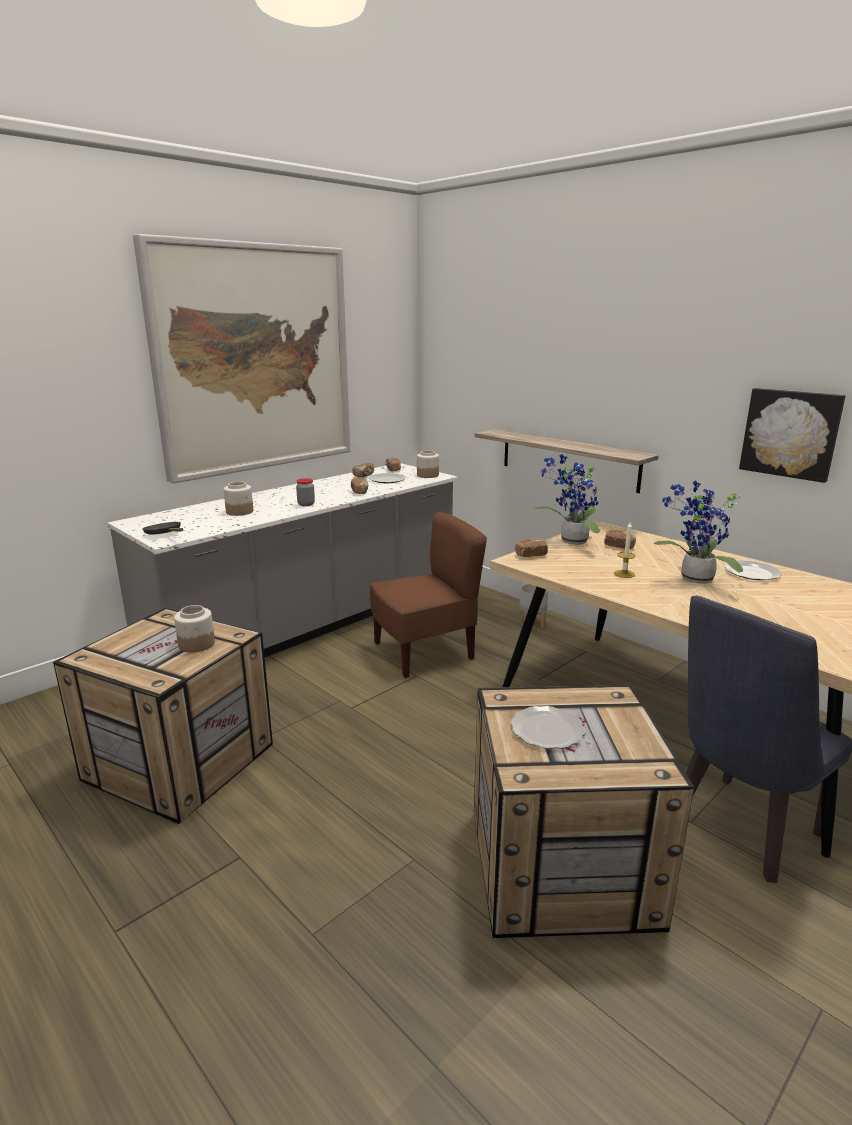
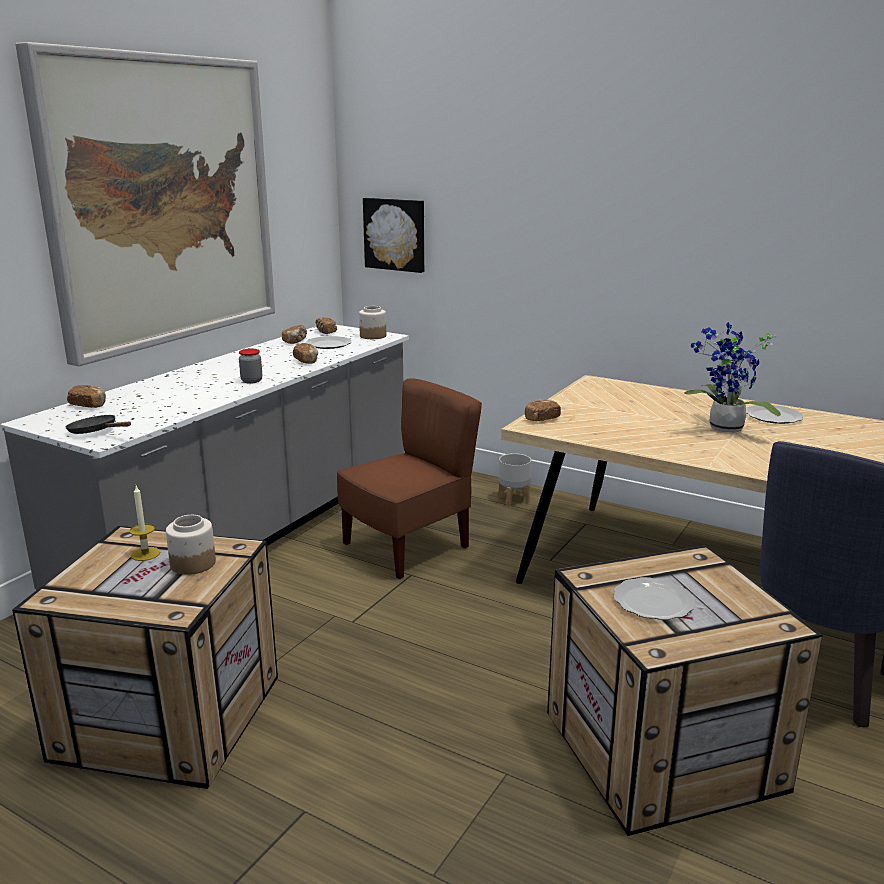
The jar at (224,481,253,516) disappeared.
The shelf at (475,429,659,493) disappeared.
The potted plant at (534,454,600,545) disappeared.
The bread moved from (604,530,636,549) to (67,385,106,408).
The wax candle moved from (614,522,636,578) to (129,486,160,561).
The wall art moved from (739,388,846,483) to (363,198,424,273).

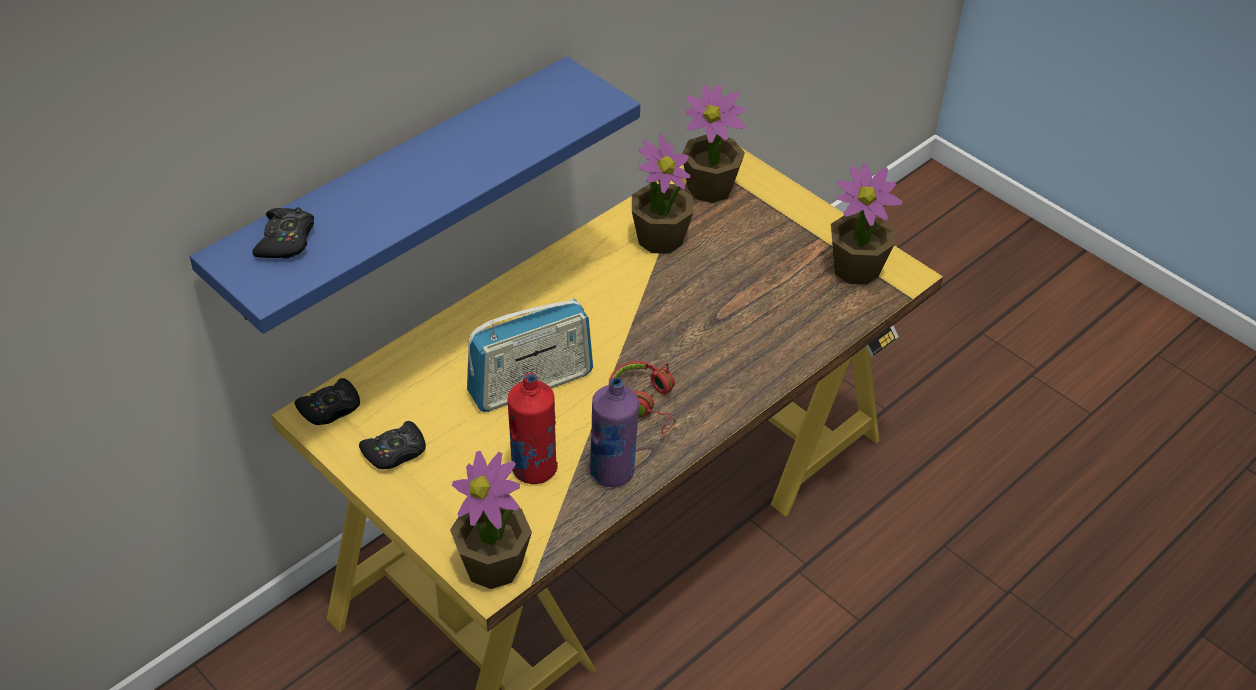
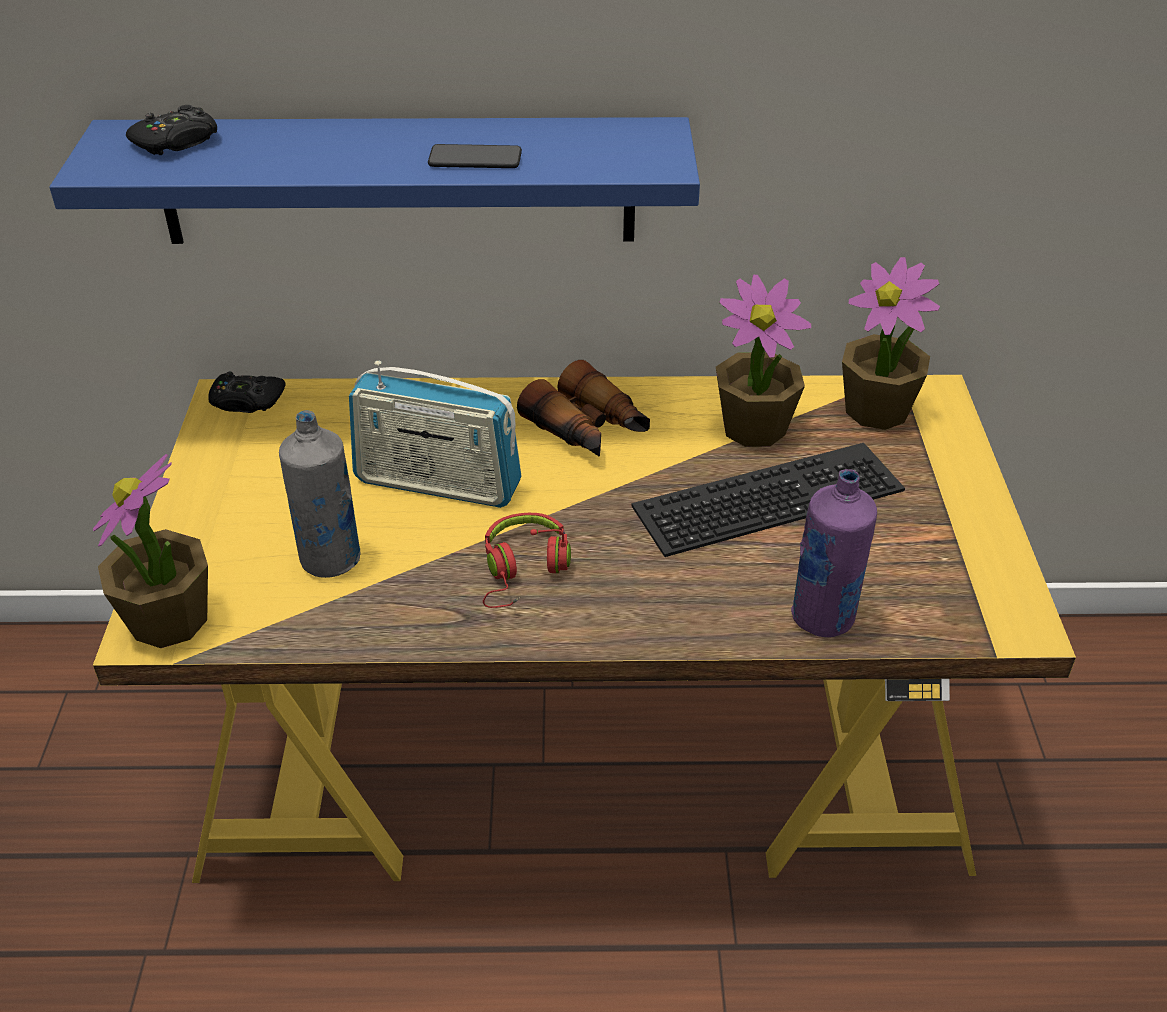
The blackish game controller at (359,421,426,469) disappeared.
The potted plant at (831,163,902,285) disappeared.
The handset at (428,144,522,168) appeared.
The binoculars at (517,360,650,457) appeared.
The computer keyboard at (632,443,905,557) appeared.
The purple beverage bottle moved from (589,377,639,487) to (791,469,877,637).
The red beverage bottle at (508,373,558,484) became the gray beverage bottle at (279,410,361,578).

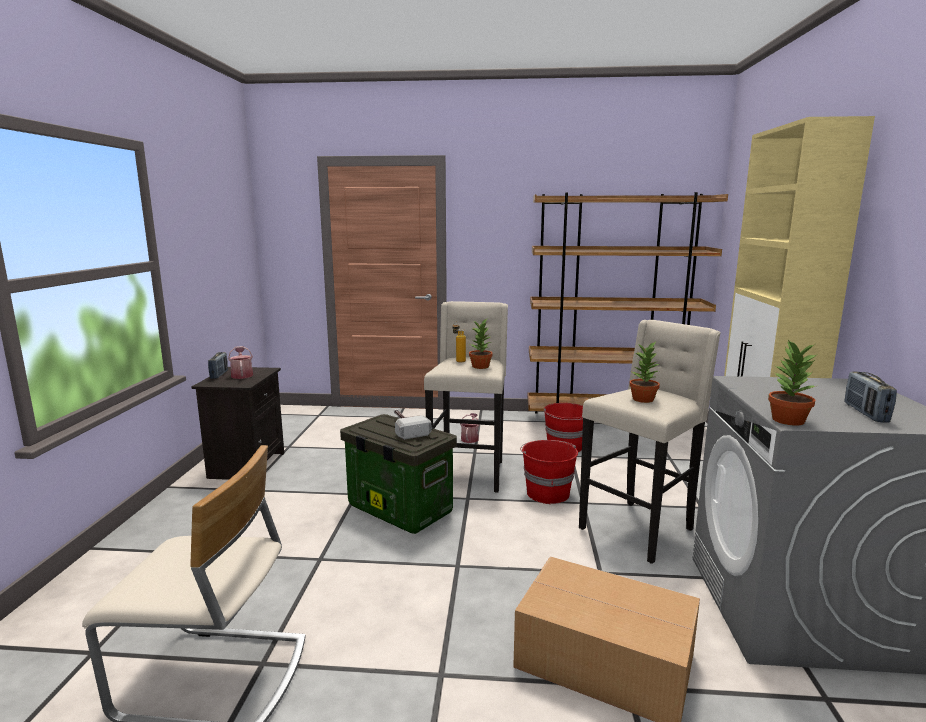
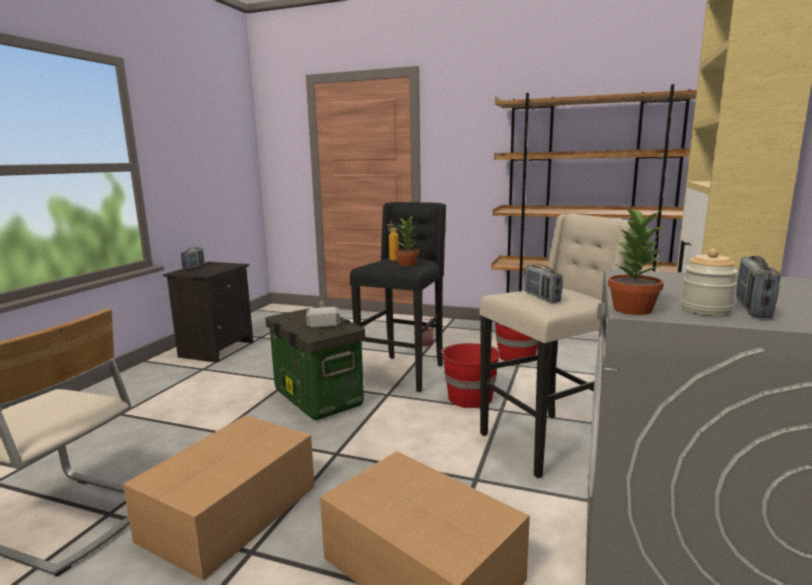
The sprinkling can at (228,346,253,379) disappeared.
The carton at (123,415,315,581) appeared.
The jar at (681,249,738,316) appeared.
The potted plant at (629,343,660,403) was replaced by the radio at (525,265,563,303).
The beige stool seat at (424,301,508,493) became the blackish stool seat at (350,202,446,392).

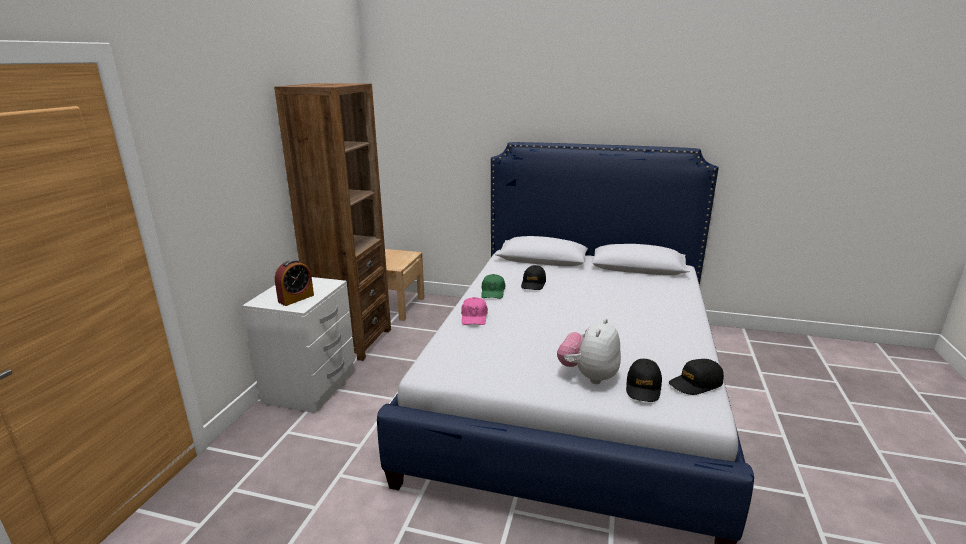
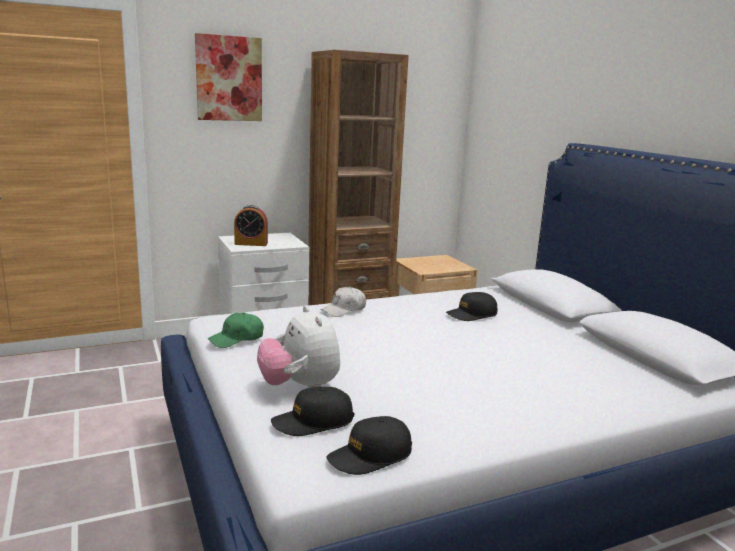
The wall art at (195,33,262,121) appeared.
The green-coloured peaked cap moved from (481,274,505,299) to (208,312,264,348).
The pinkish peaked cap at (461,297,488,325) became the whitish peaked cap at (320,287,366,317).
The plush toy at (557,318,621,384) turned 105 degrees counterclockwise.
The blackish peaked cap at (669,359,724,395) turned 60 degrees counterclockwise.

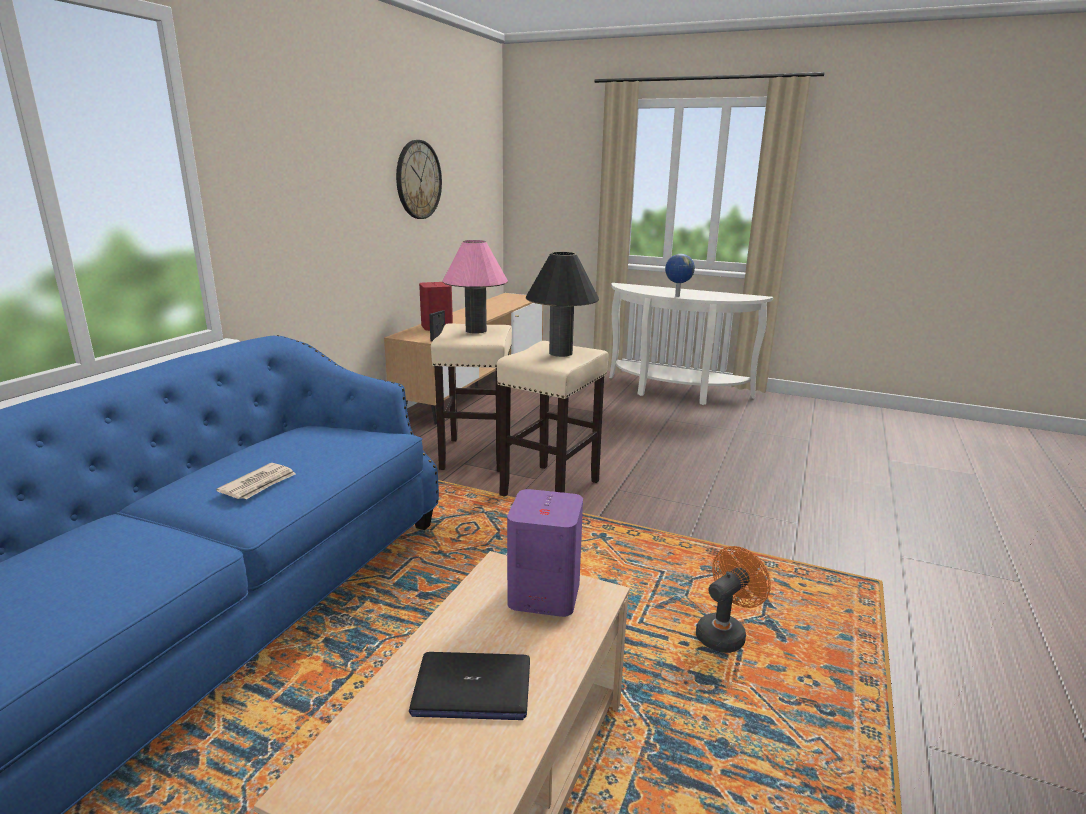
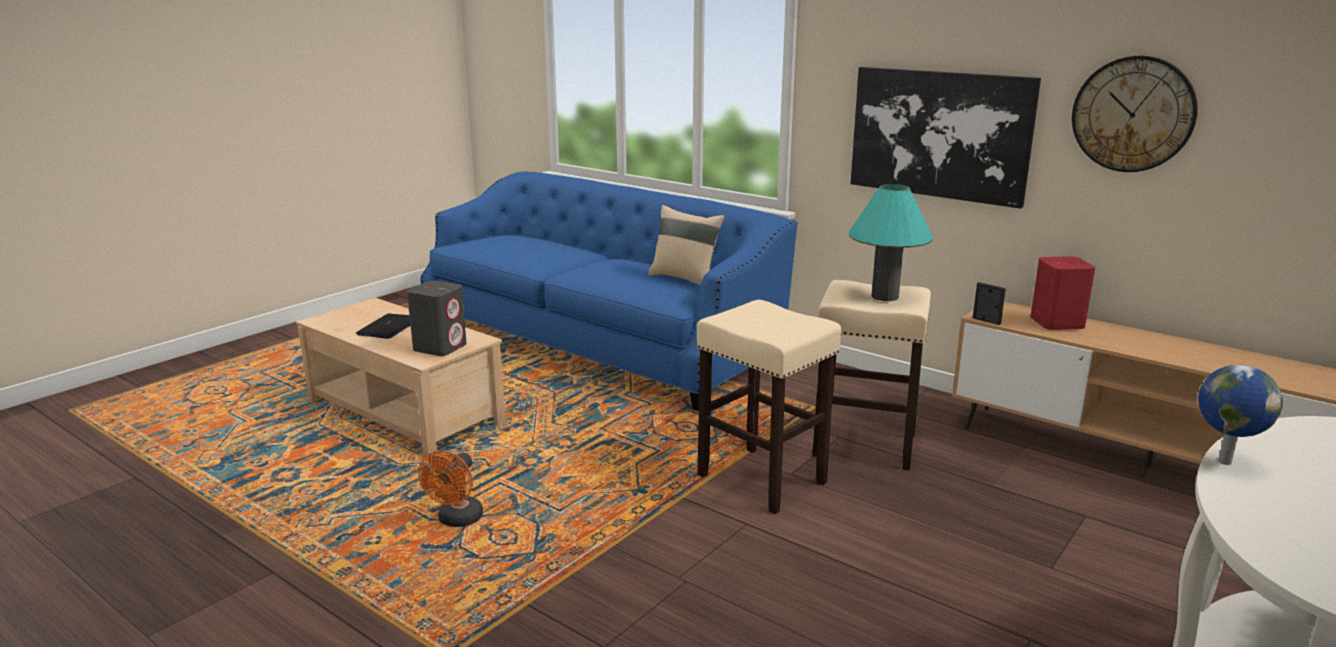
The daily paper at (216,463,296,499) disappeared.
The blackish table lamp at (526,252,599,357) disappeared.
The beige throw pillow at (648,205,725,285) appeared.
The wall art at (850,67,1041,209) appeared.
The pinkish table lamp at (442,240,508,334) became the turquoise table lamp at (849,184,933,301).
The purple loudspeaker at (507,489,583,617) became the gray loudspeaker at (407,280,467,356).
The orange-coloured fan at (696,546,771,653) turned 45 degrees clockwise.

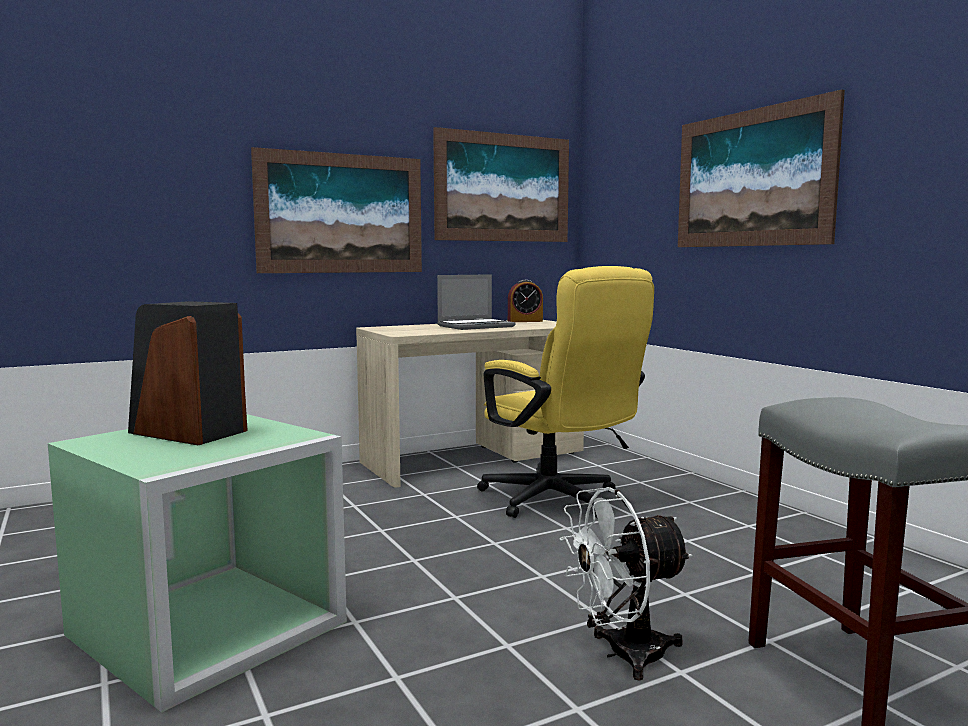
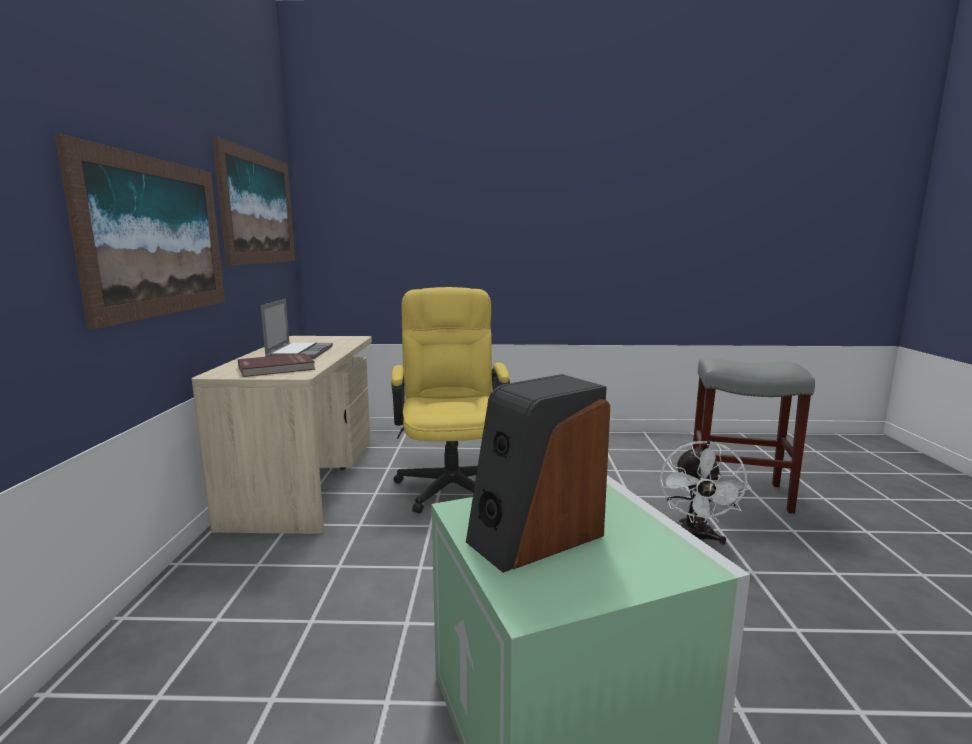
The table clock at (508,280,543,322) disappeared.
The wall art at (678,90,845,247) disappeared.
The red volume at (238,353,315,377) appeared.
The yellow desk chair at (477,266,654,518) turned 90 degrees counterclockwise.

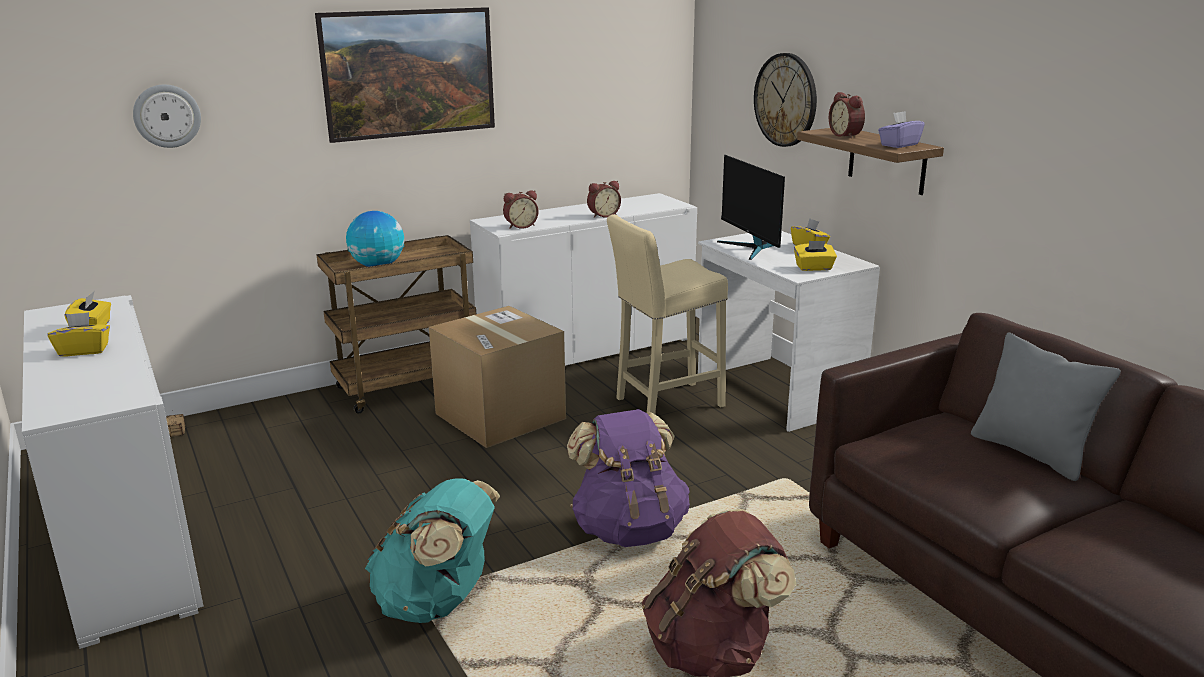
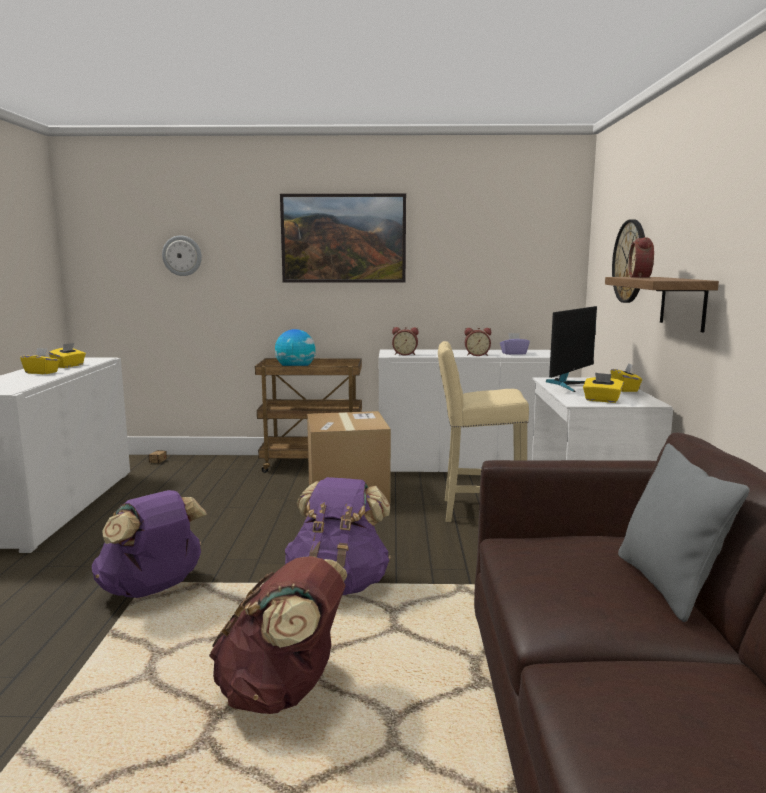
The purple box of tissues moved from (878,111,925,148) to (500,333,530,355).
The turquoise backpack at (365,478,500,623) became the purple backpack at (92,490,207,598).
The computer screen at (717,155,785,260) turned 150 degrees counterclockwise.

